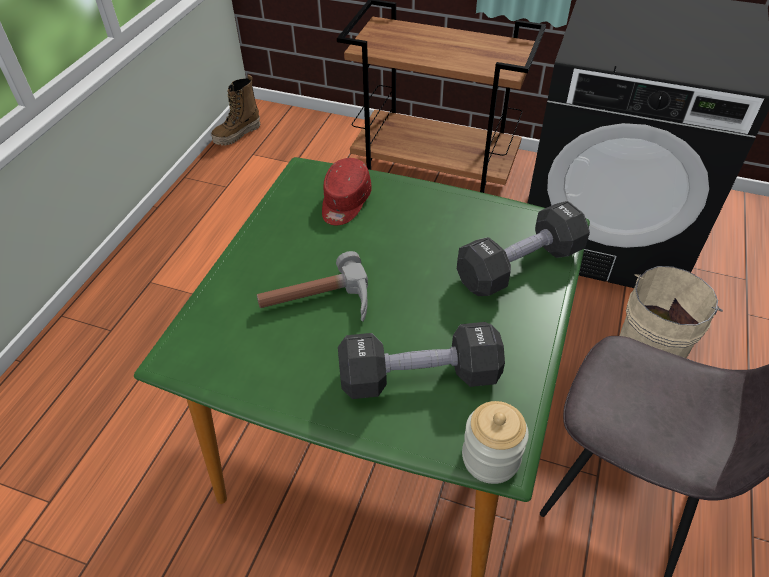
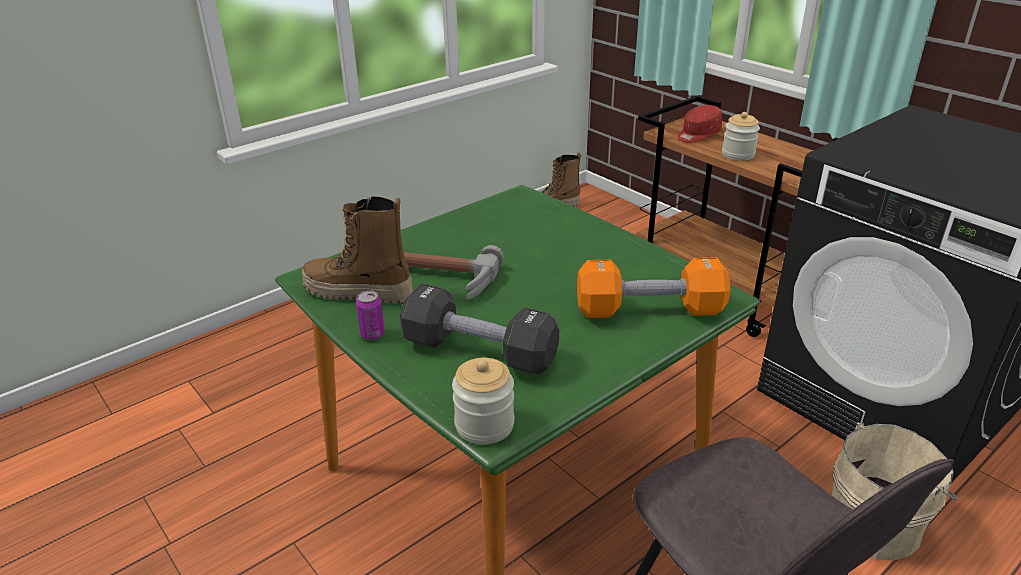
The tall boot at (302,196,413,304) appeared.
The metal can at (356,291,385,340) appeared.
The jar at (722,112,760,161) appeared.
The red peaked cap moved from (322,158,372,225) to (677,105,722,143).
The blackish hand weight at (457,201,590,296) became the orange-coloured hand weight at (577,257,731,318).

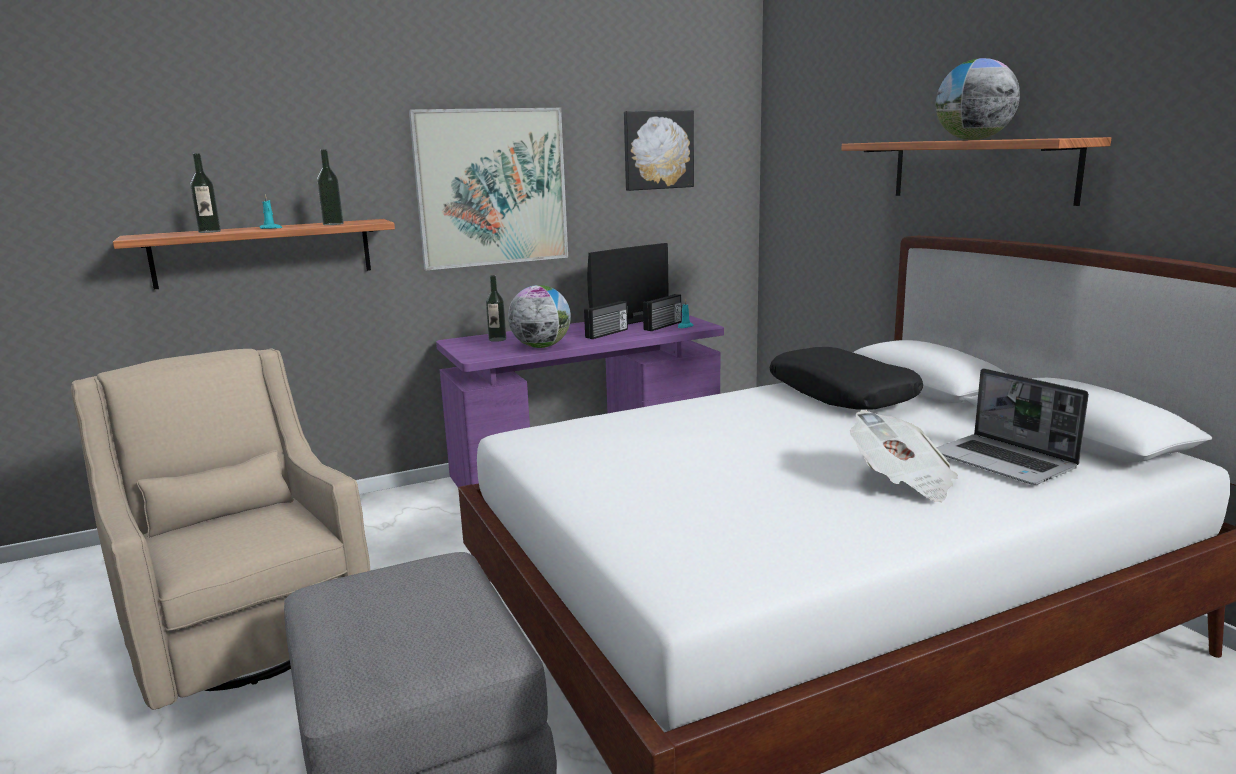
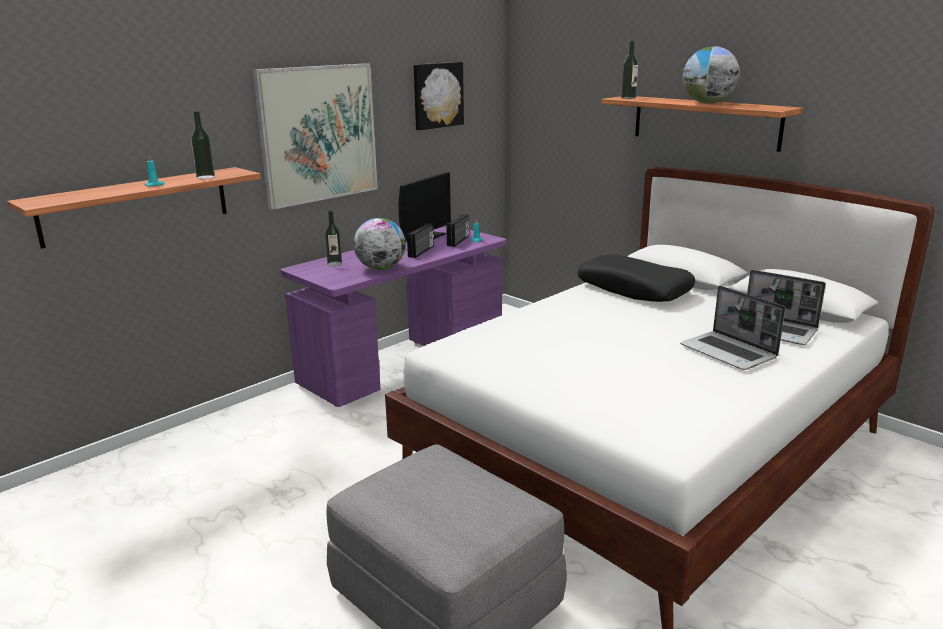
The beige armchair at (71,348,370,710) disappeared.
The beverage bottle moved from (190,153,221,233) to (621,41,638,99).
The daily paper at (850,411,958,503) was replaced by the notebook computer at (680,286,785,370).

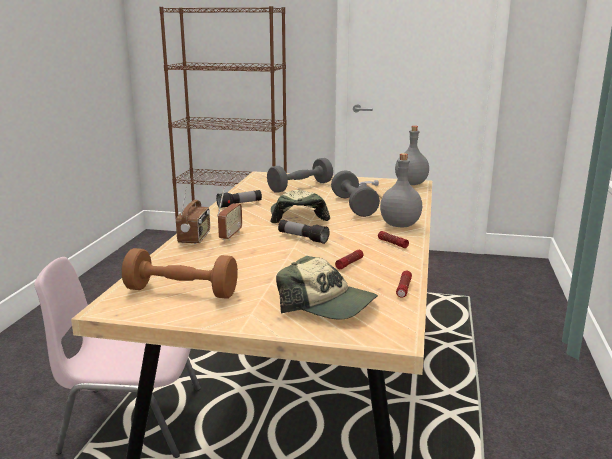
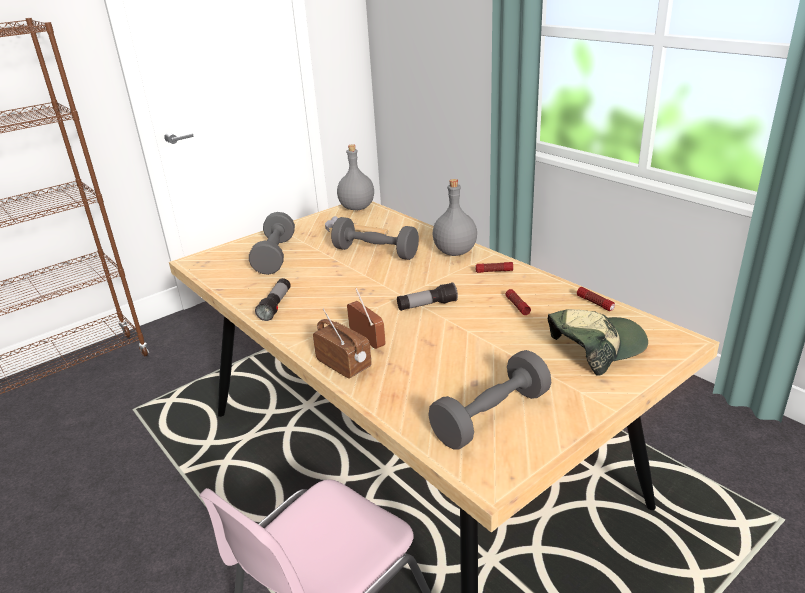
The peaked cap at (270,190,330,223) disappeared.
The brownish hand weight at (122,248,238,299) became the gray hand weight at (428,350,551,449).

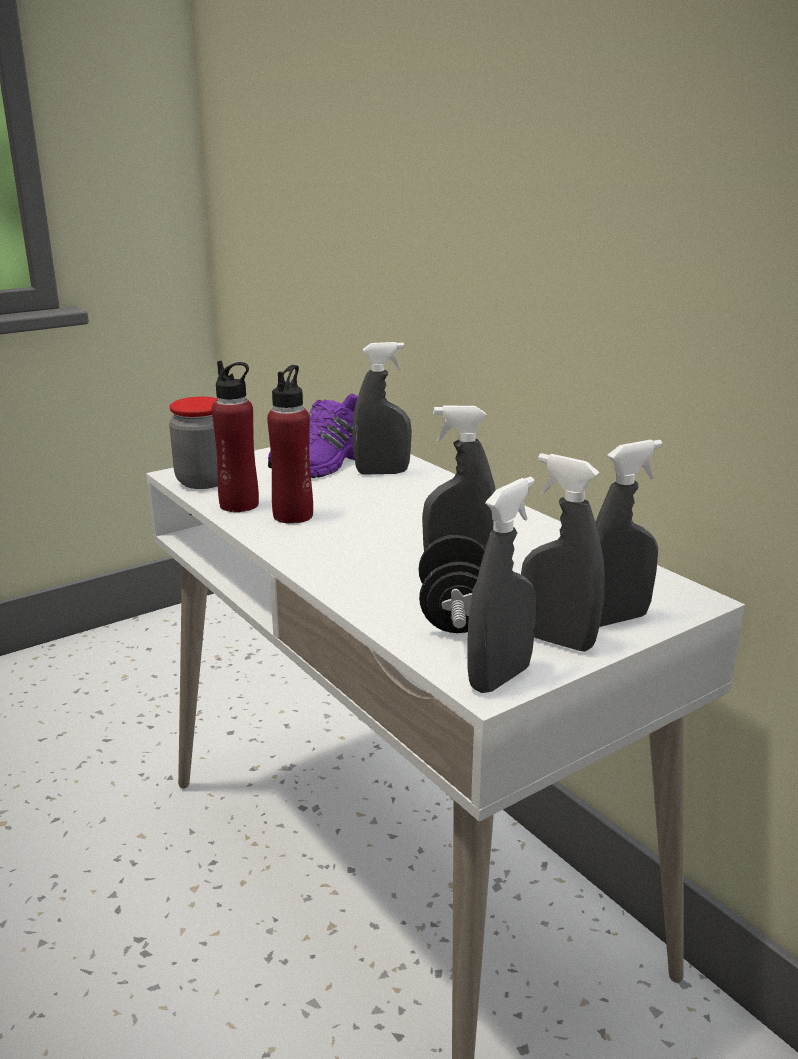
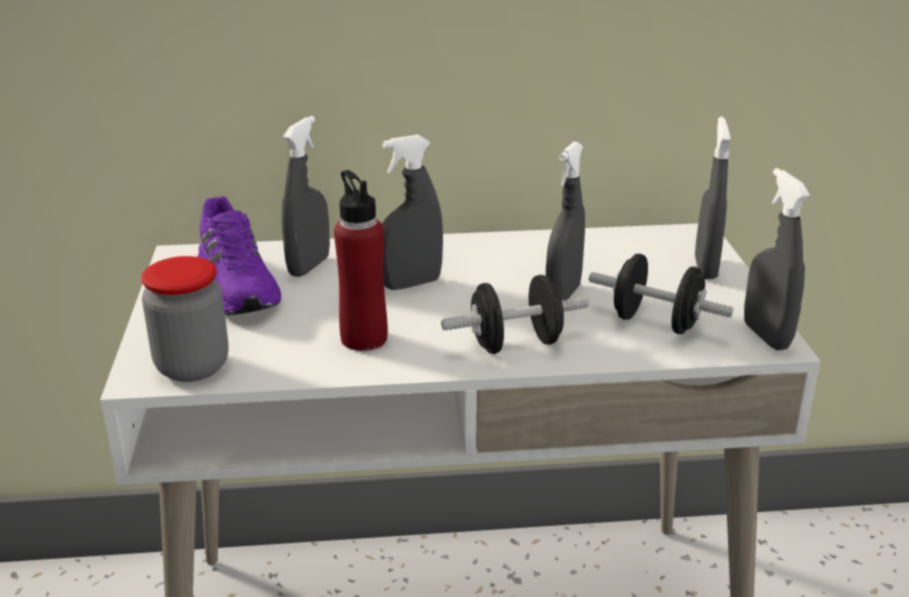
The red beverage bottle at (212,361,259,512) disappeared.
The blackish hand weight at (441,275,589,354) appeared.
The gray hand sprayer moved from (521,453,605,652) to (382,135,443,290).

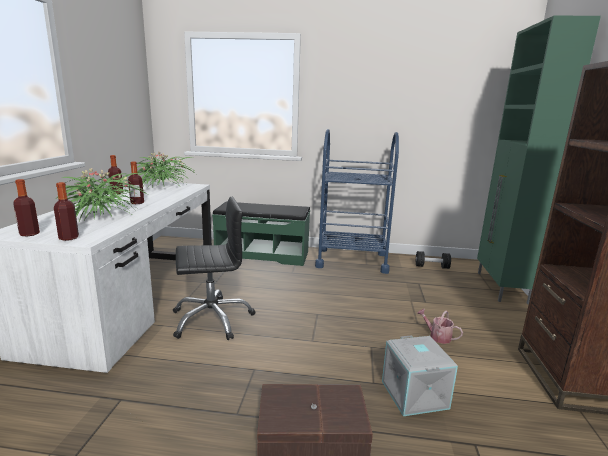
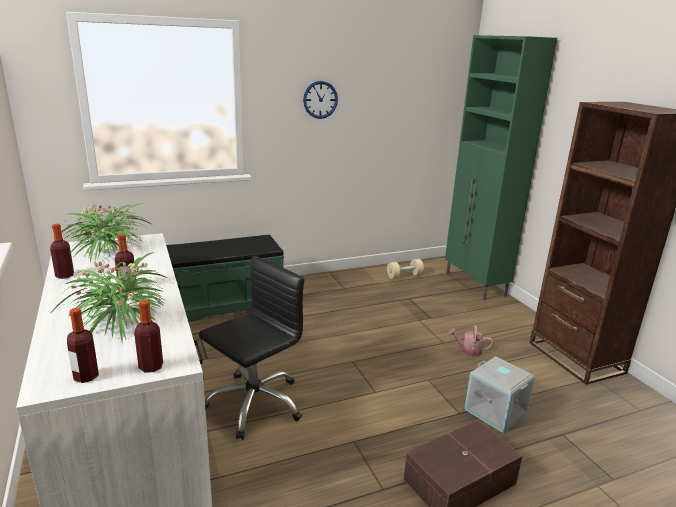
The blue trolley at (315,129,399,274) disappeared.
The hanging clock at (303,81,338,119) appeared.
The blackish hand weight at (416,251,451,269) became the beige hand weight at (387,259,424,279).

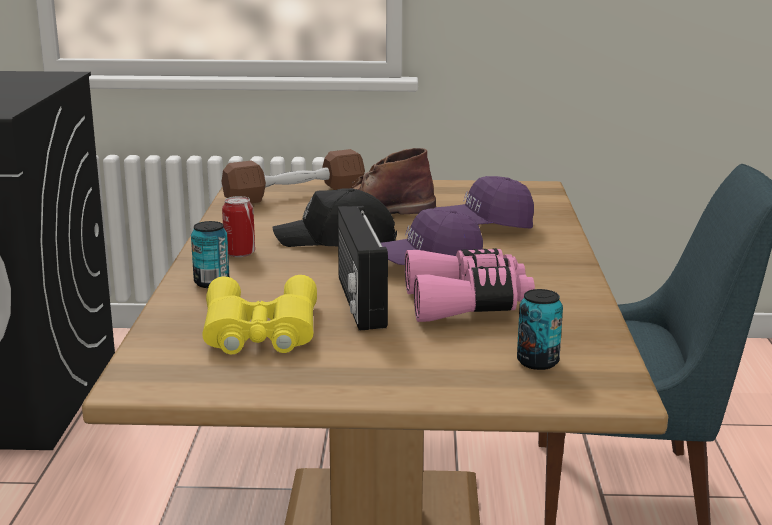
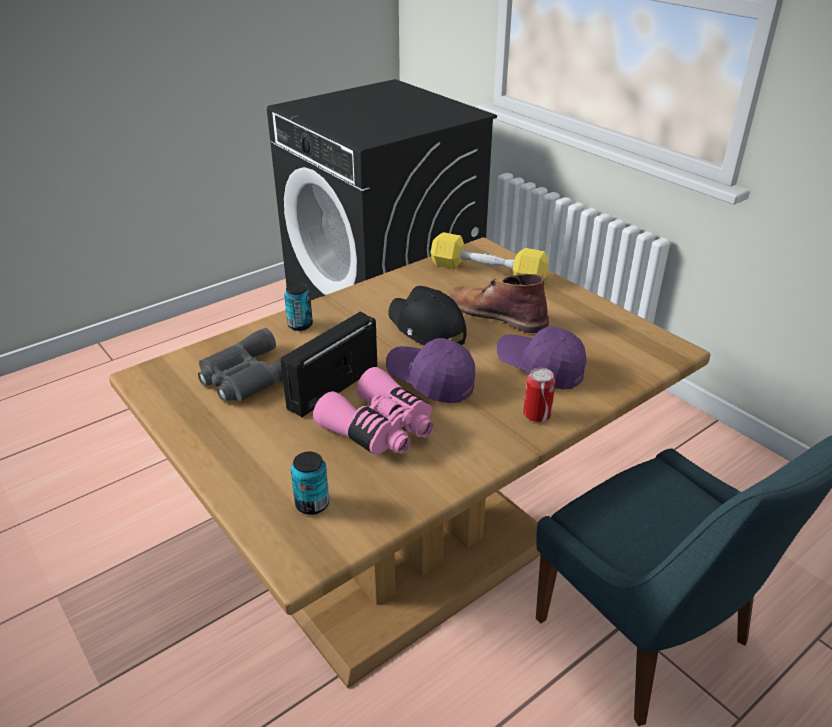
The metal can moved from (222,196,255,257) to (523,368,555,422).
The yellow binoculars at (202,275,317,354) became the gray binoculars at (198,328,285,402).
The brownish hand weight at (222,149,365,203) became the yellow hand weight at (430,232,548,279).

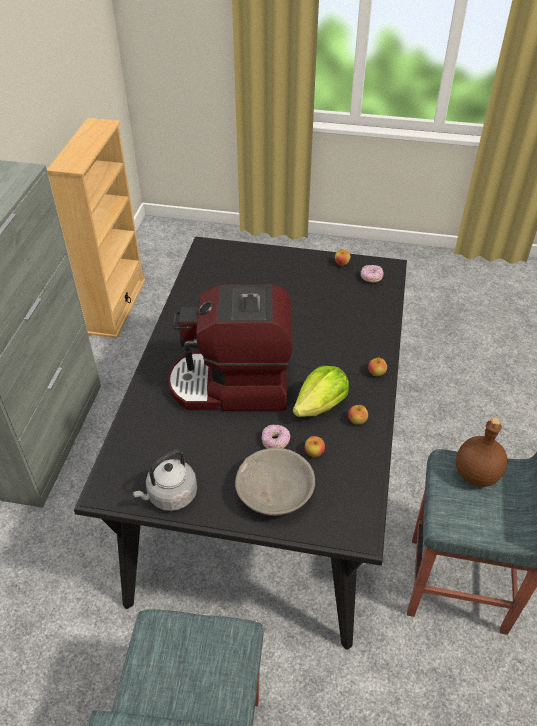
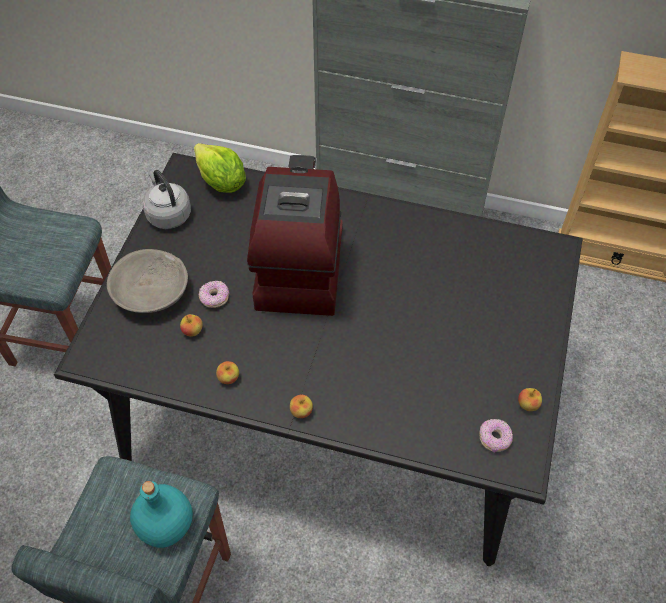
The head of lettuce moved from (293,366,349,417) to (194,143,246,193).
The brownish beverage bottle at (456,417,507,487) became the turquoise beverage bottle at (130,481,193,548).

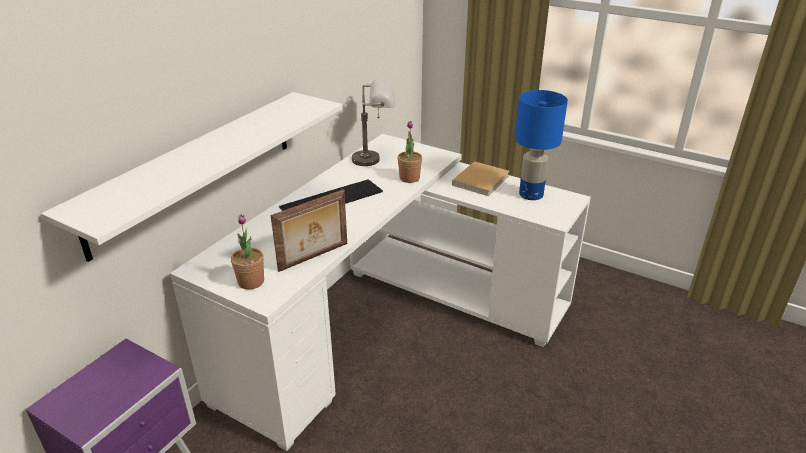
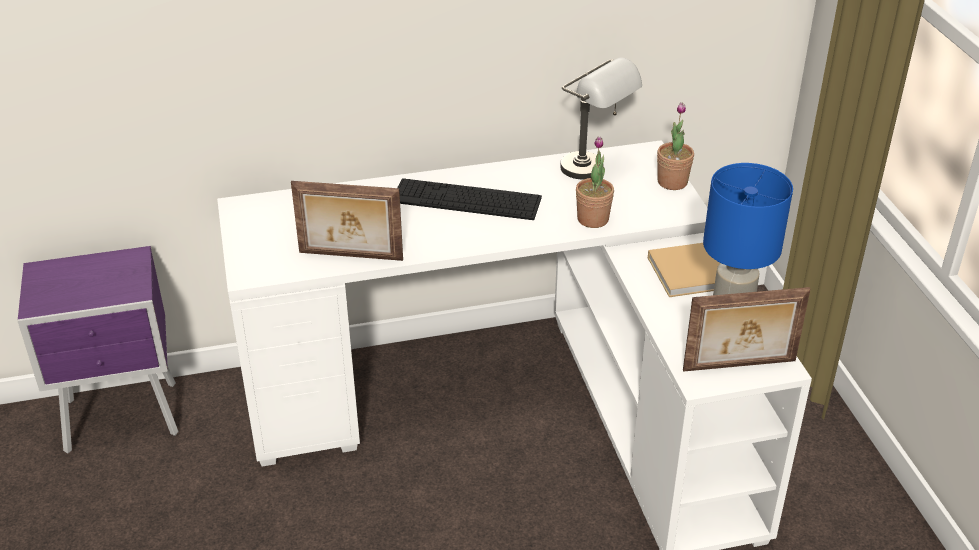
The whitish shelf at (41,92,343,262) disappeared.
The standing frame at (683,287,811,372) appeared.
The potted plant moved from (231,215,264,290) to (657,102,694,190).

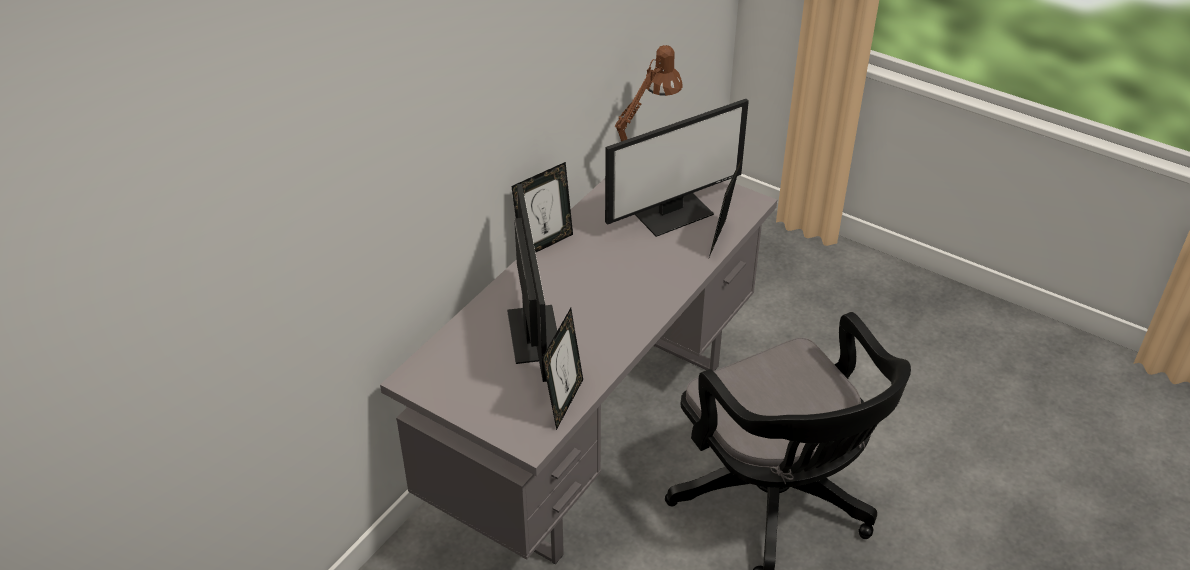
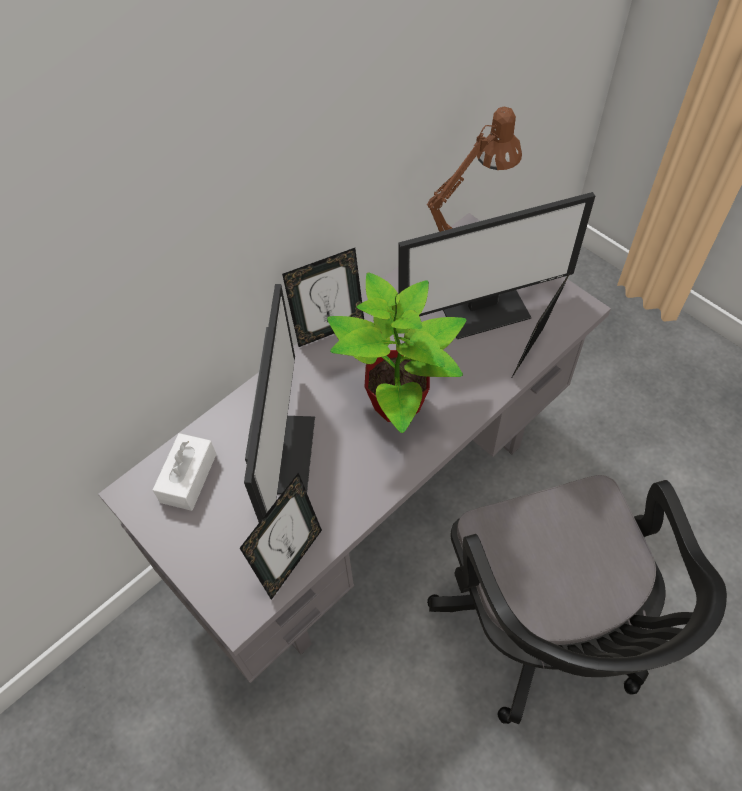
The whitish box of tissues at (153,433,216,511) appeared.
The potted plant at (327,272,466,433) appeared.

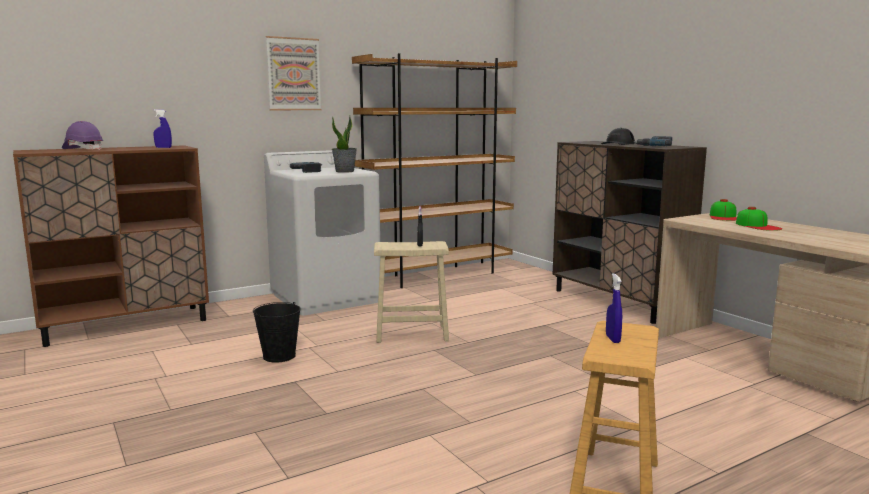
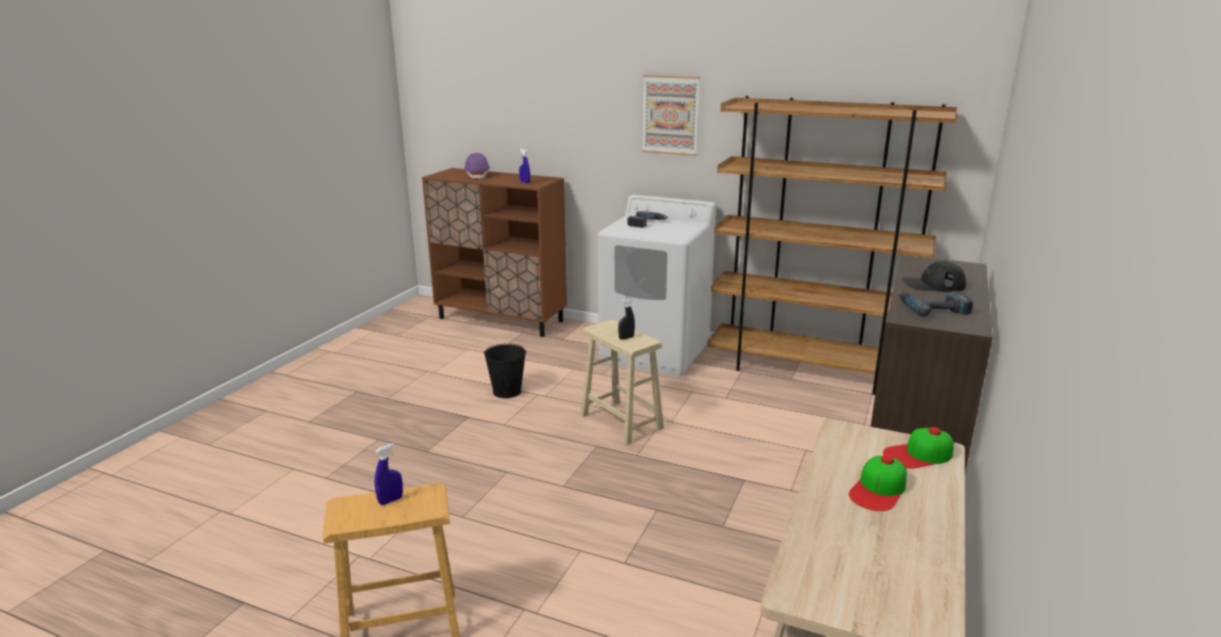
The potted plant at (332,116,357,173) disappeared.

